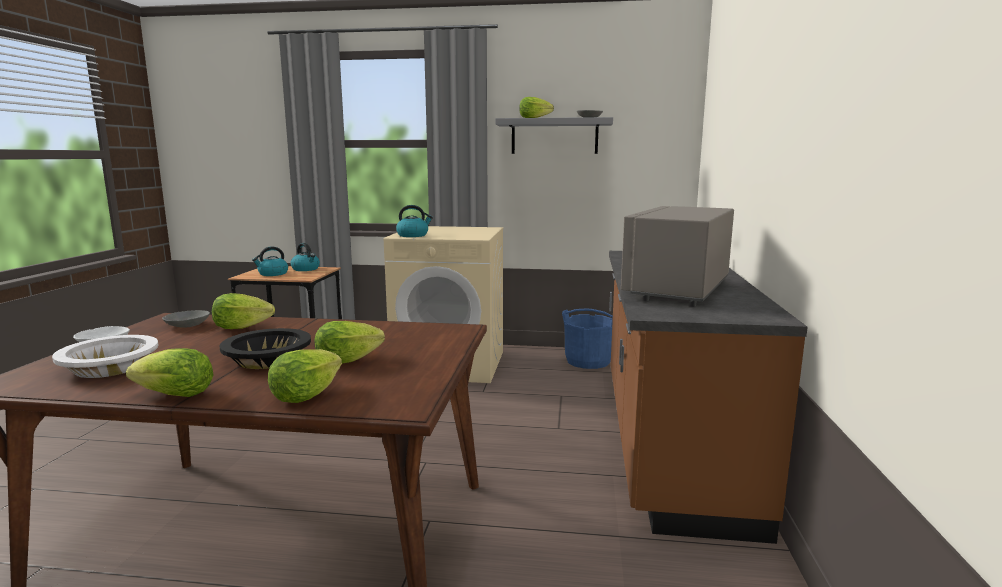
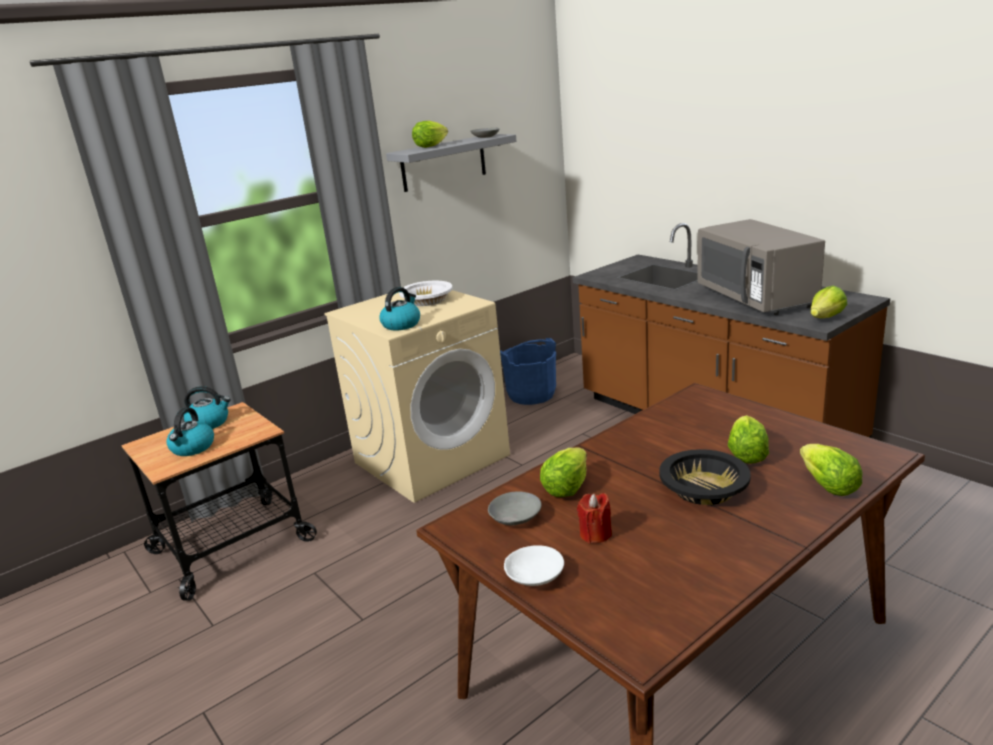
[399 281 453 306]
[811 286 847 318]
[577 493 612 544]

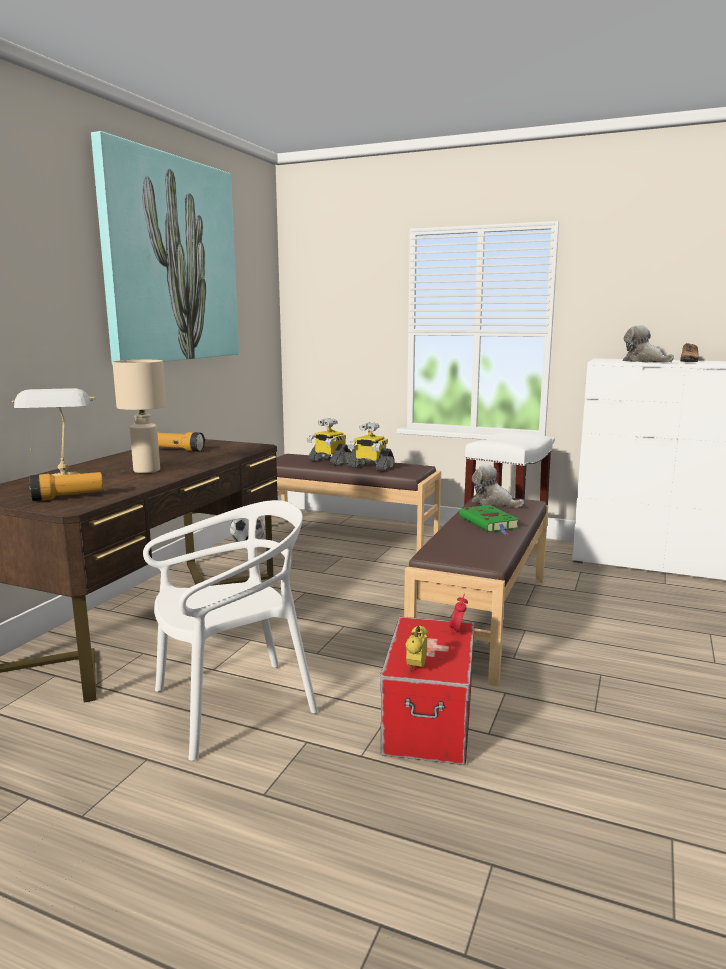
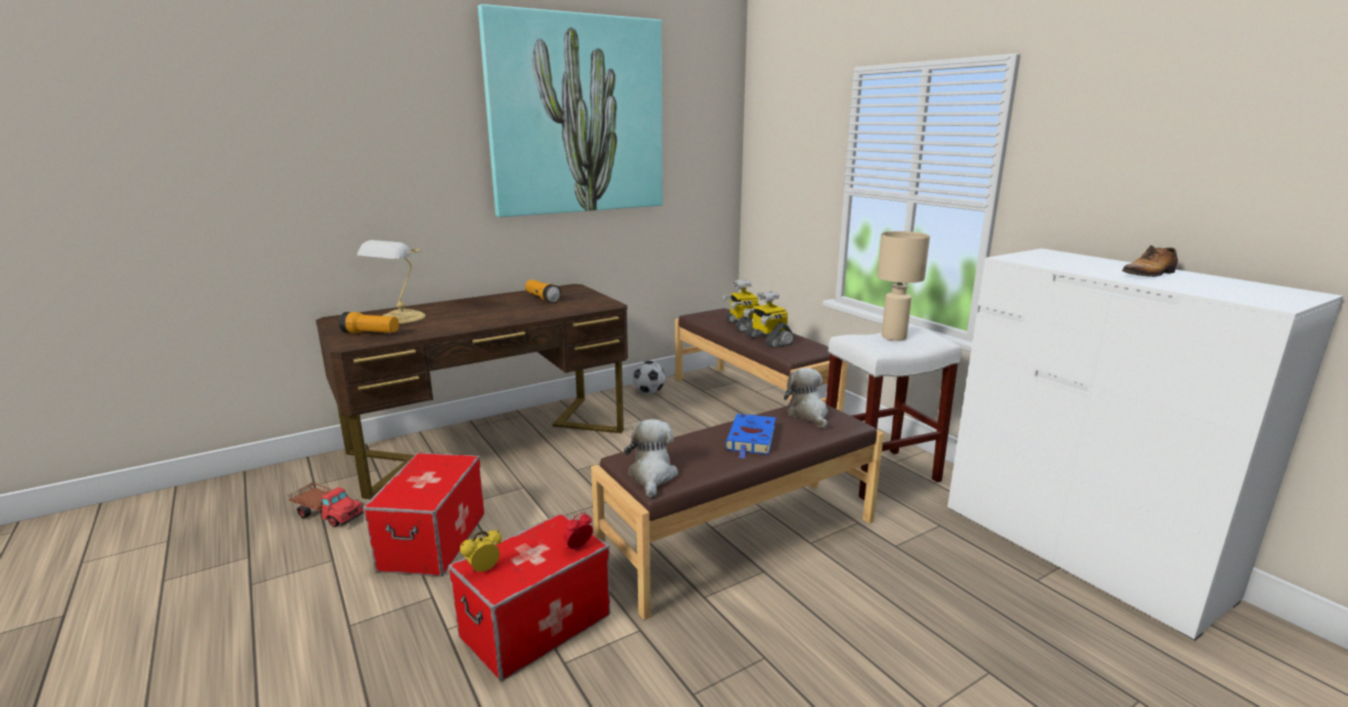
[624 419 678 498]
[877 231 930 341]
[363 453 484 576]
[725 414 776 459]
[288 482 364 527]

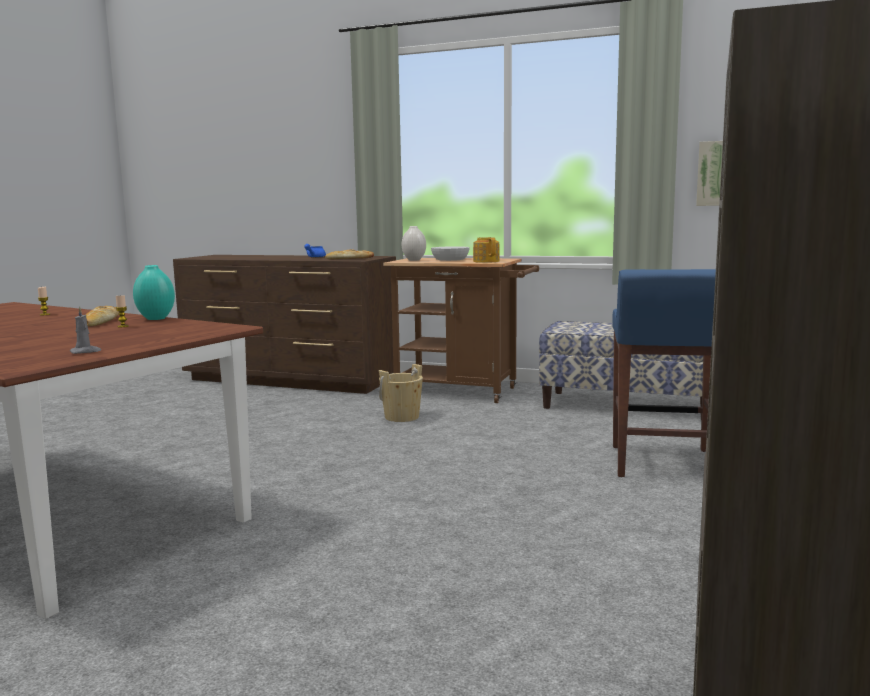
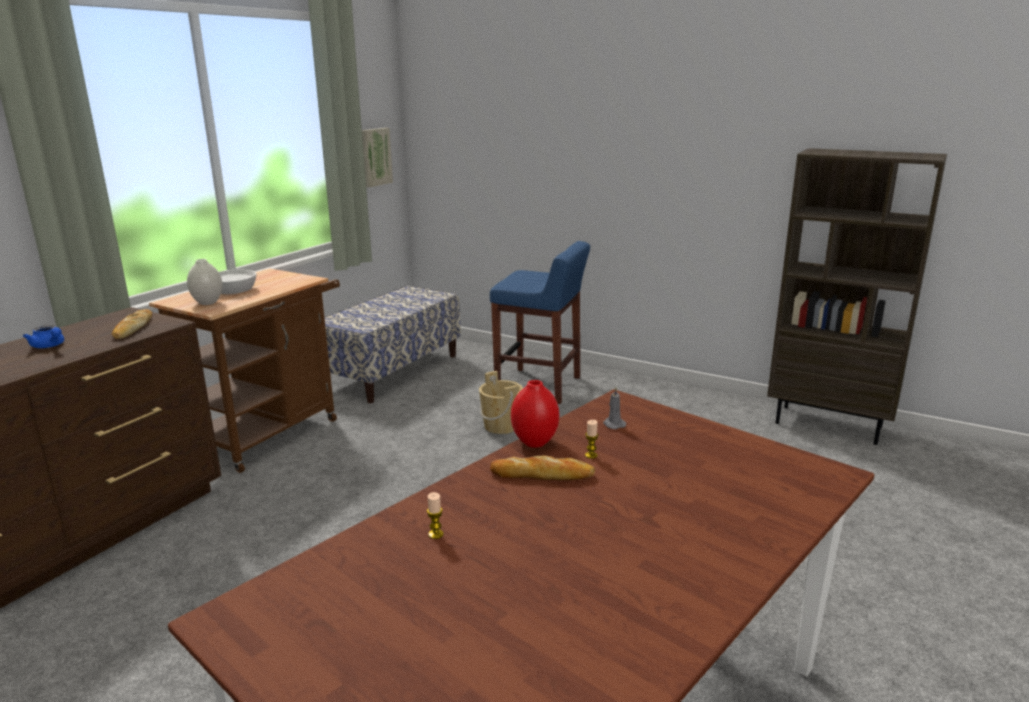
[473 237 499 263] (first image)
[511 380 559 448]
[603 387 626 429]
[479 371 523 434]

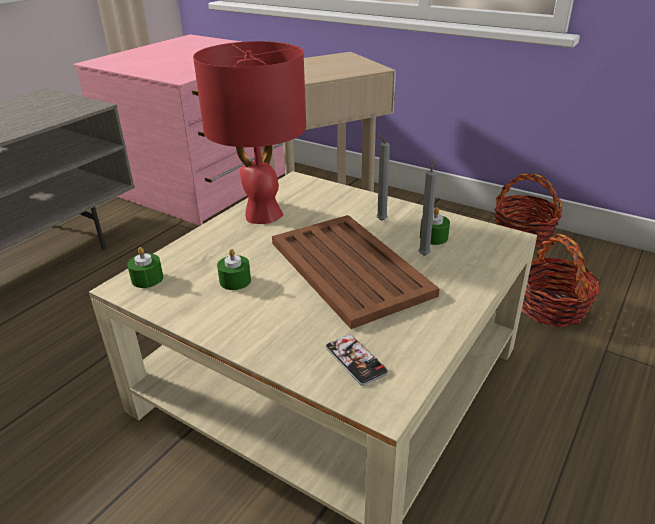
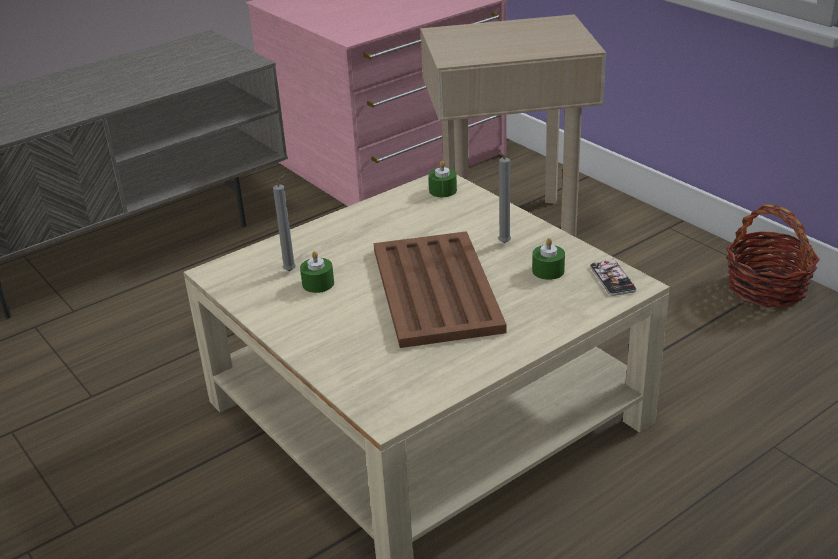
[193 41 306 224] (first image)
[273 173 296 271]
[521 233 600 327] (first image)
[428 160 457 197]
[590 259 637 296]

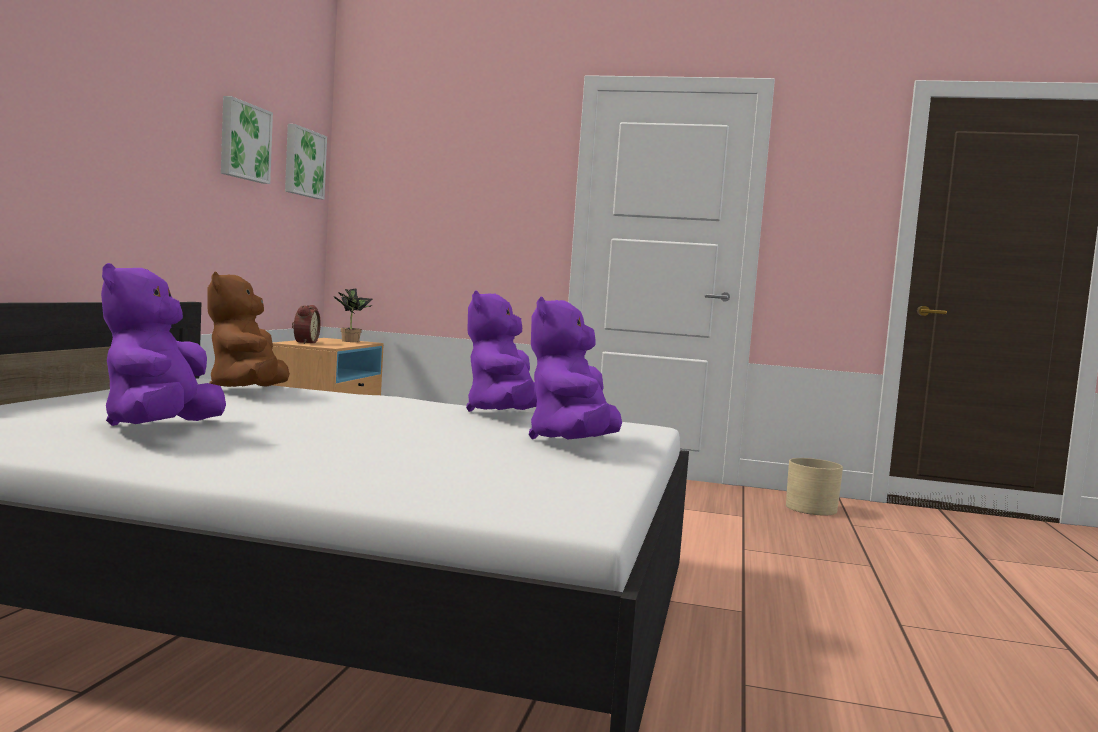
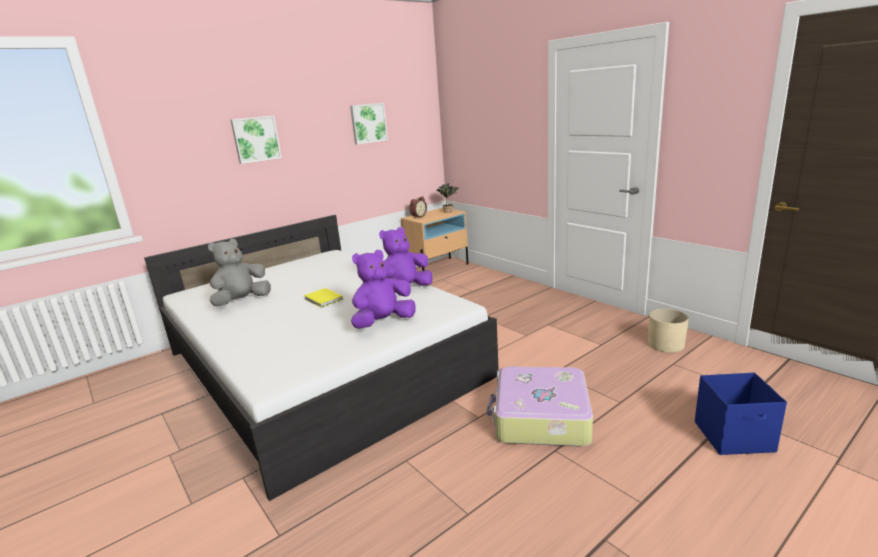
[230 116 282 164]
[208 239 271 306]
[207 272 290 387] (first image)
[304 288 343 307]
[487 366 593 446]
[695 373 787 455]

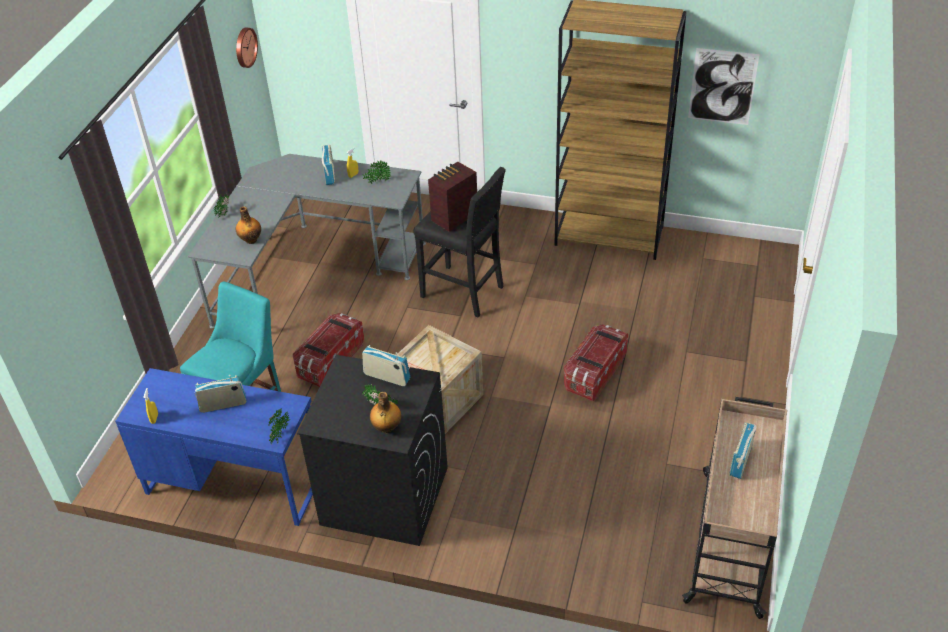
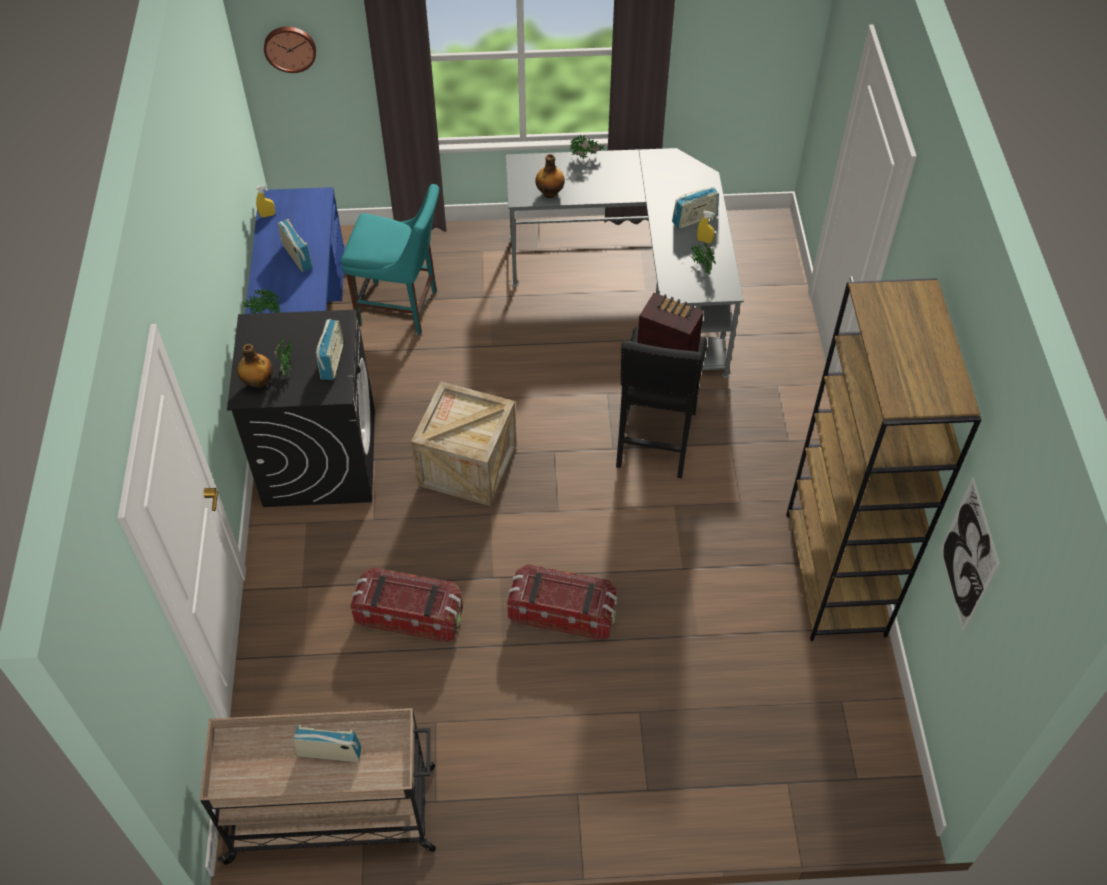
[264 27 316 73]
[350 567 463 643]

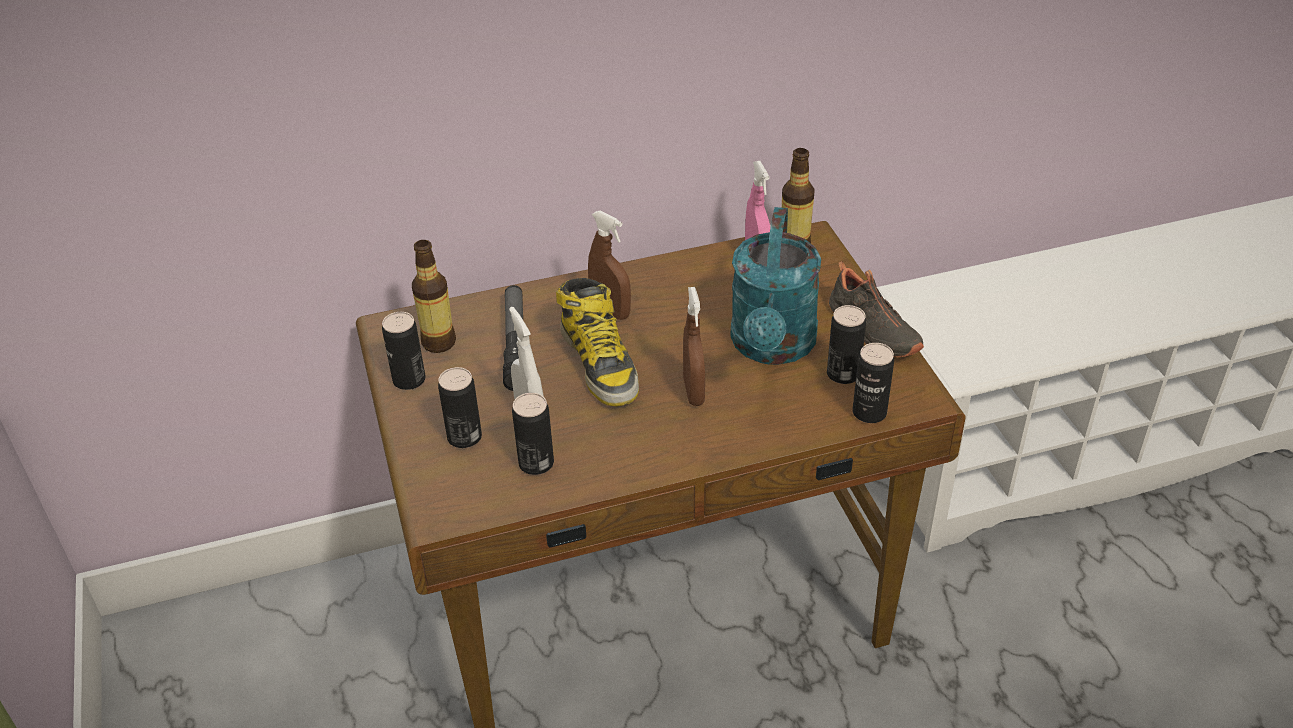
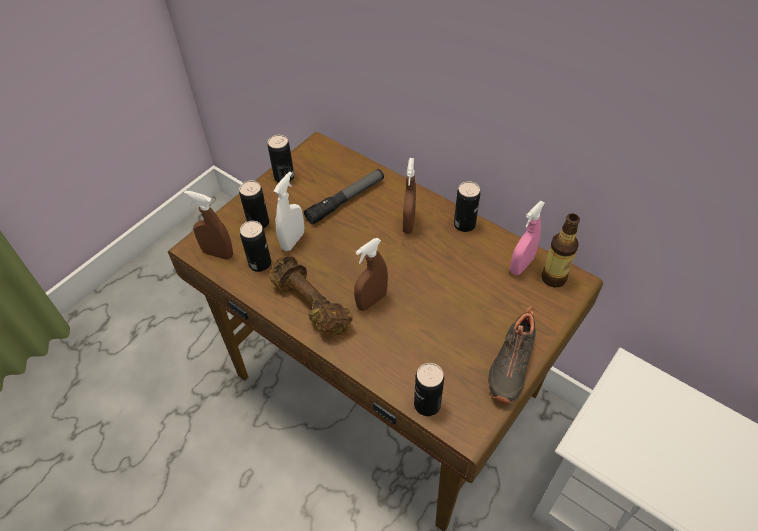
[730 207 821 365] (first image)
[412 240 456 353] (first image)
[556 278 639 406] (first image)
[454 181 480 232]
[184 190 233 260]
[269 255 353 335]

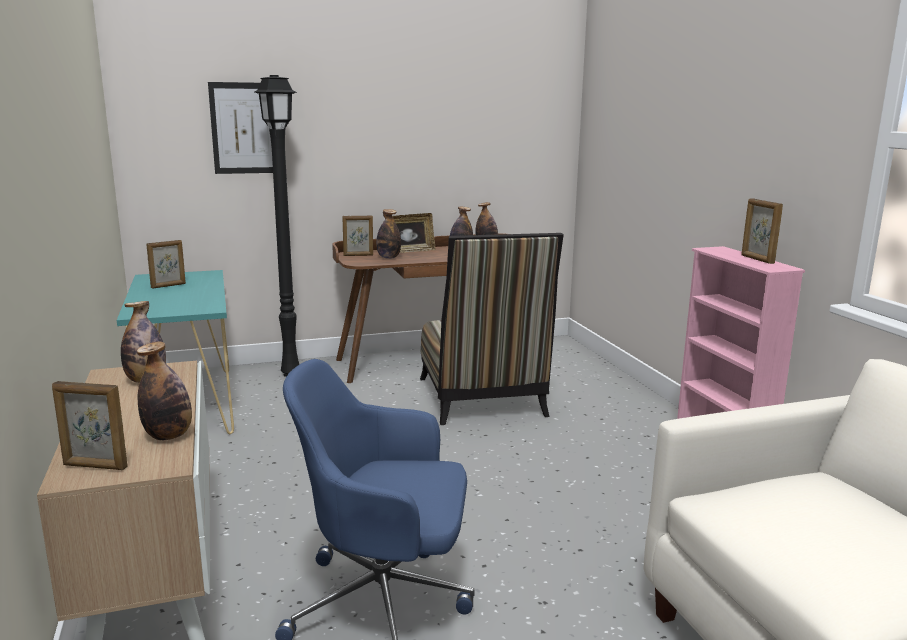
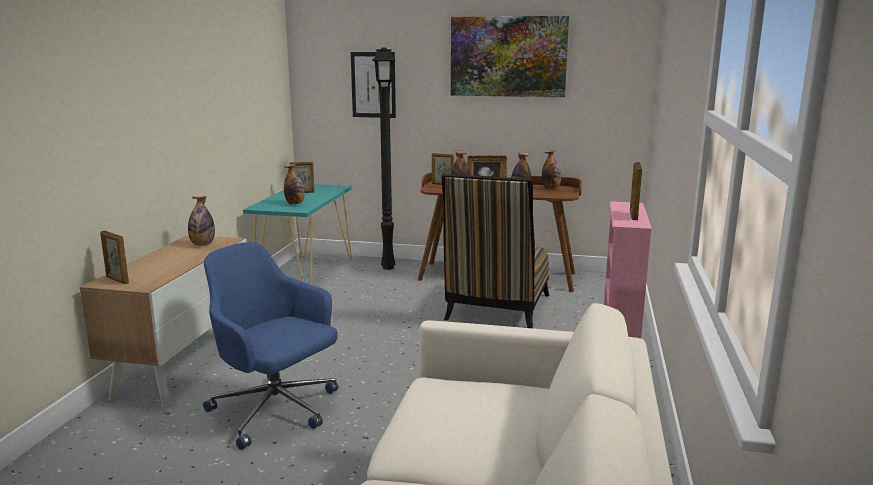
[284 164 305 204]
[451 16 569 97]

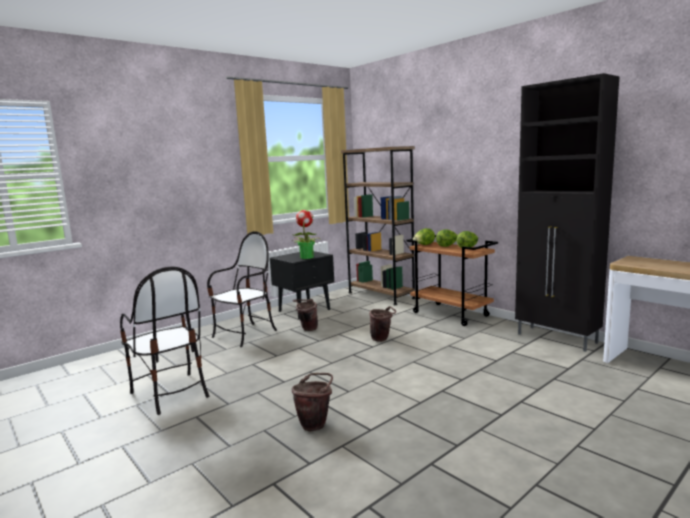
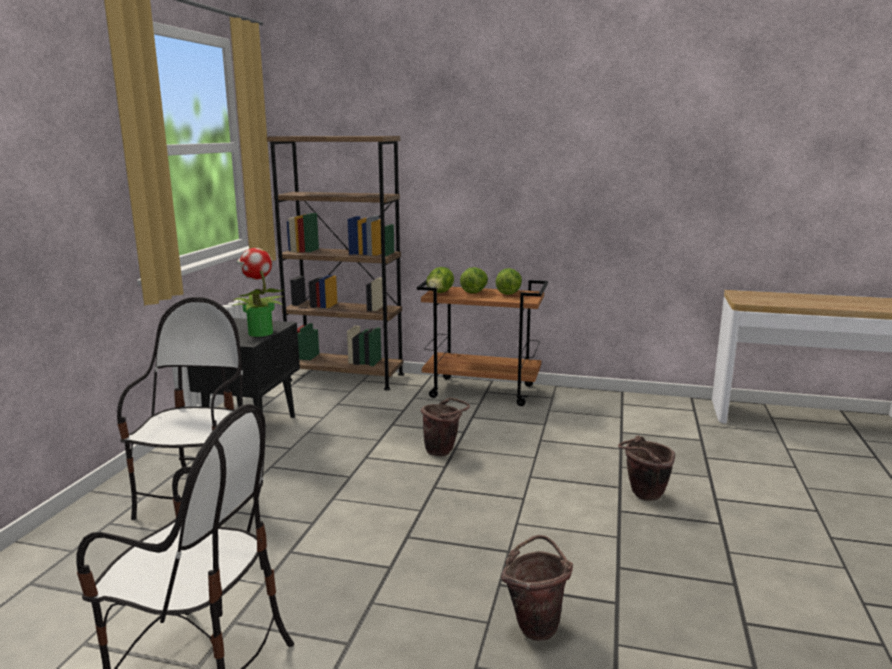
[515 73 620 352] (first image)
[618 436 675 501]

